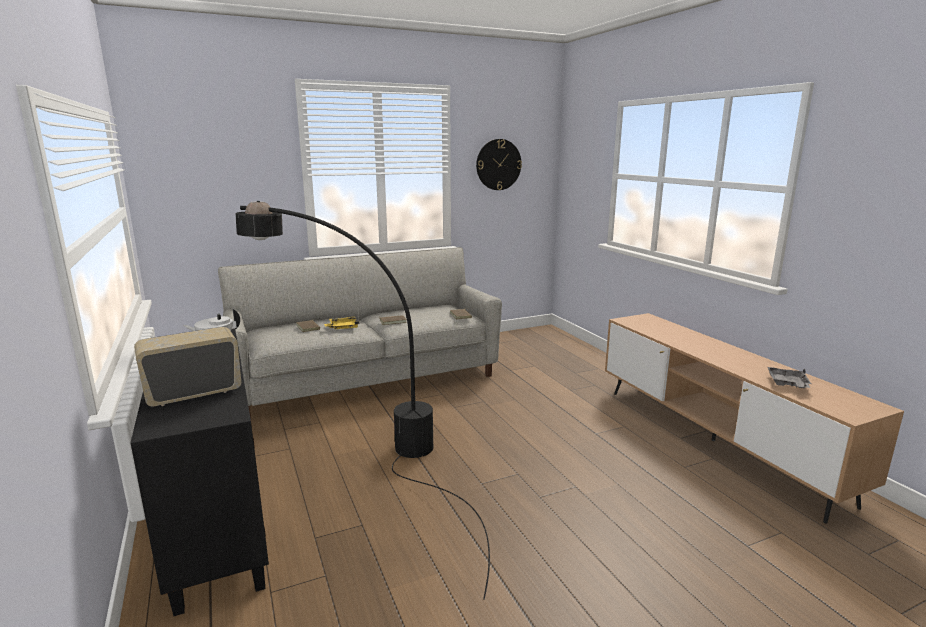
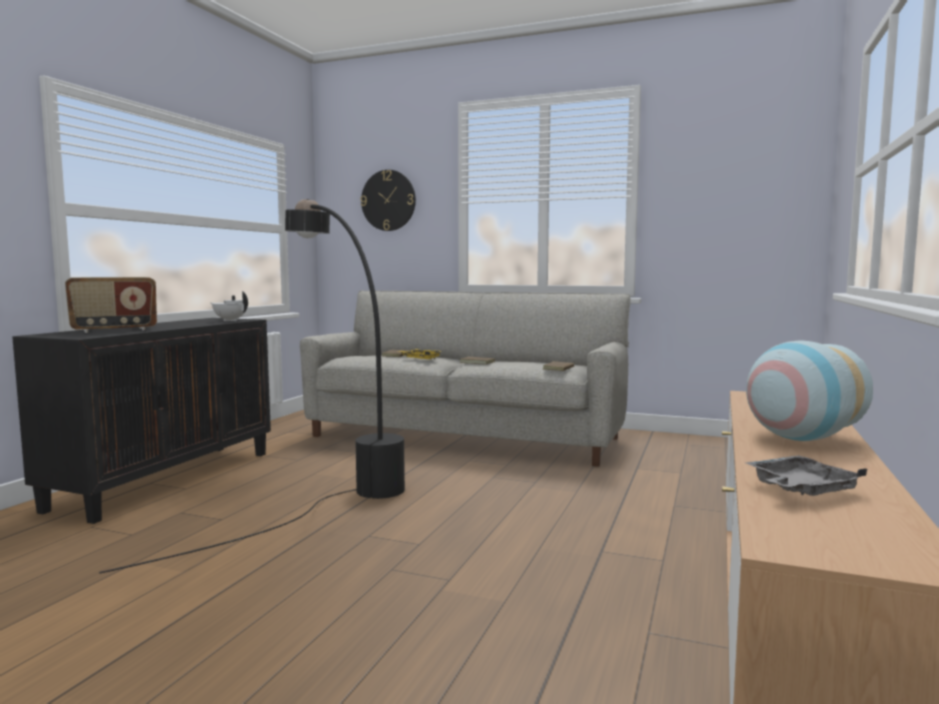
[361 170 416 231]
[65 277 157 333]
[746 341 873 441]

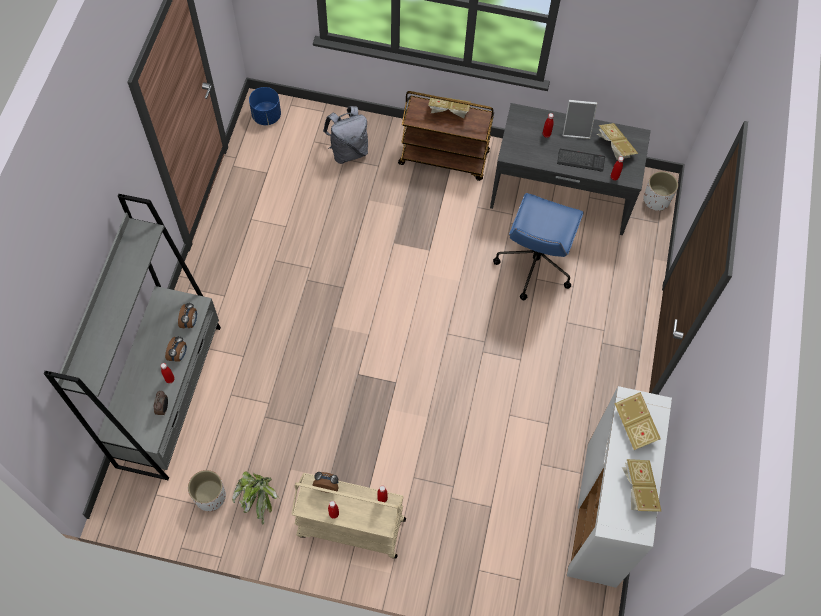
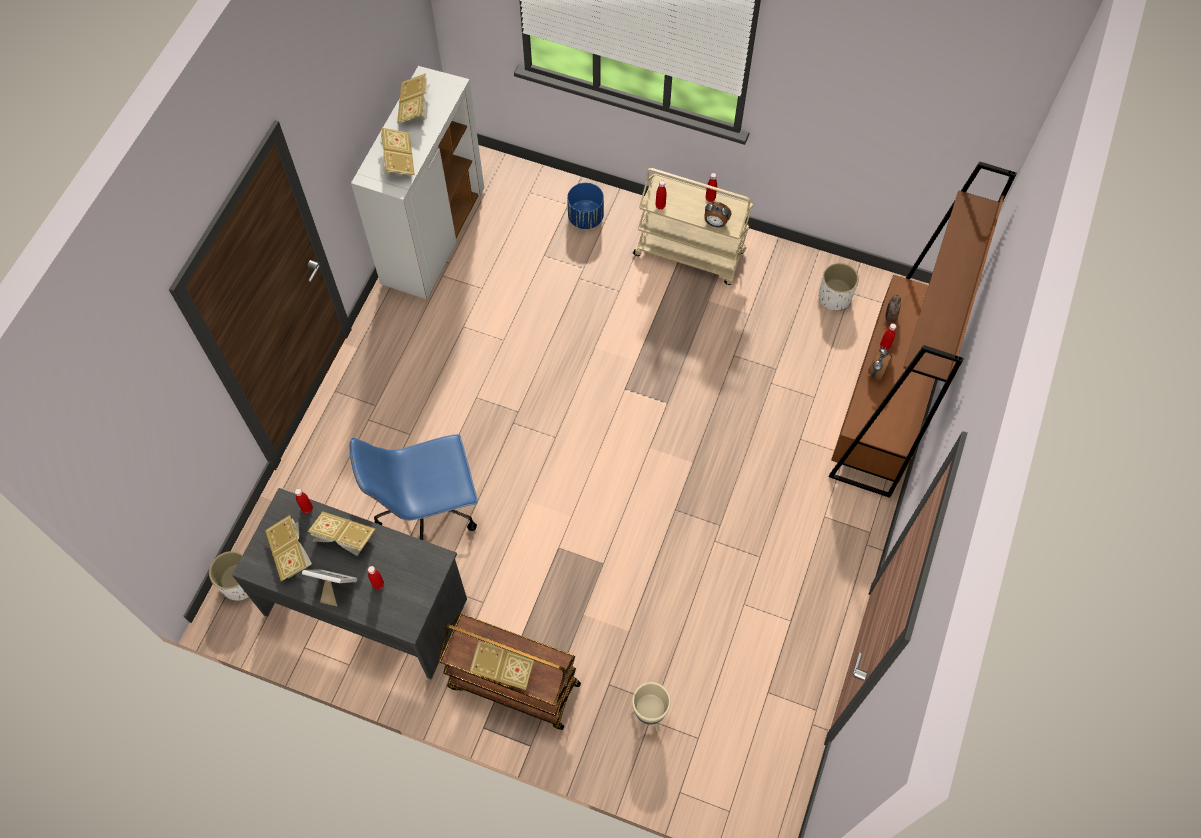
[567 183 604 229]
[631 682 671 732]
[308 511 375 556]
[350 434 478 540]
[829 161 1017 498]
[178 302 197 328] (first image)
[232 471 280 524] (first image)

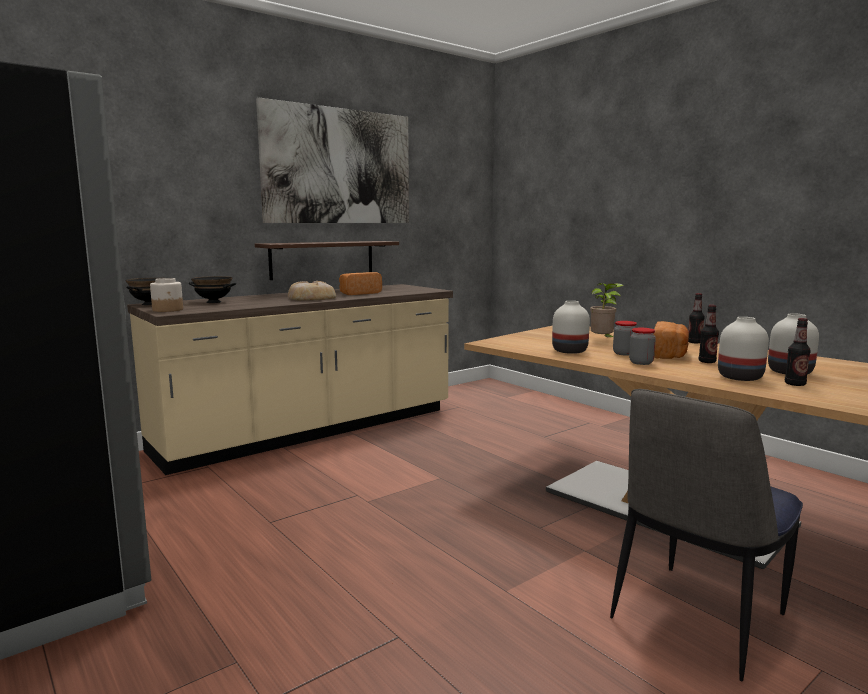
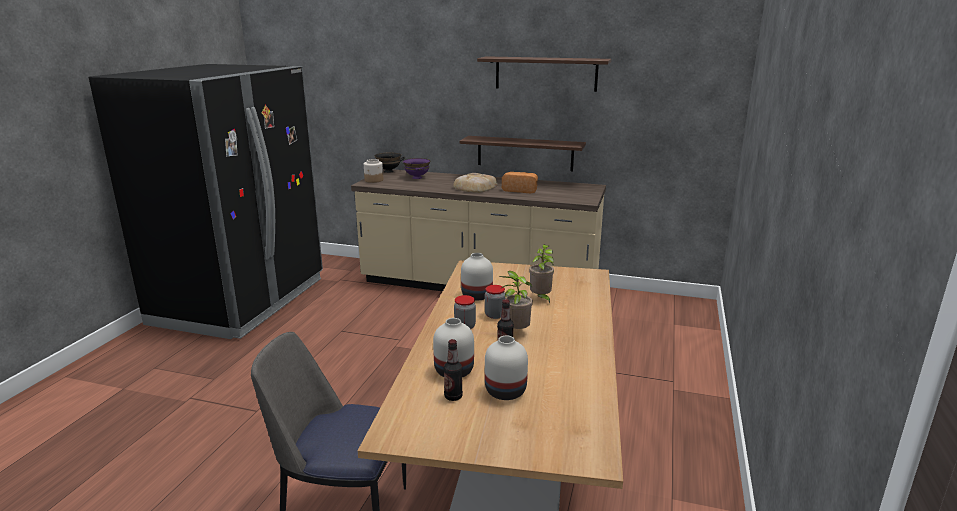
[477 56 611 92]
[403 158 430 179]
[688 293 705 343] (first image)
[499 271 533 329]

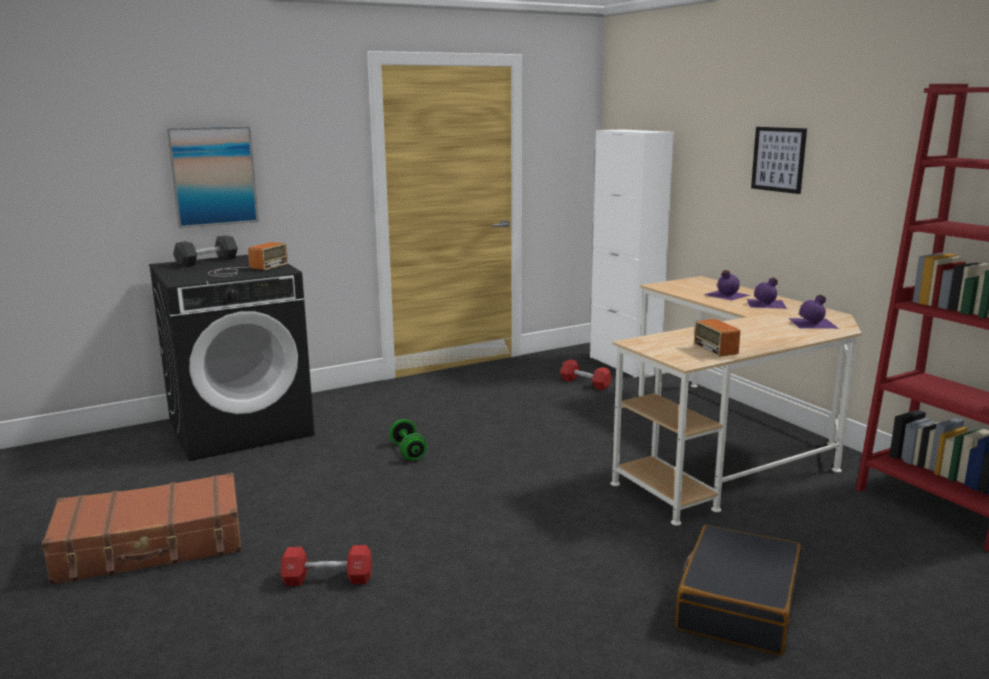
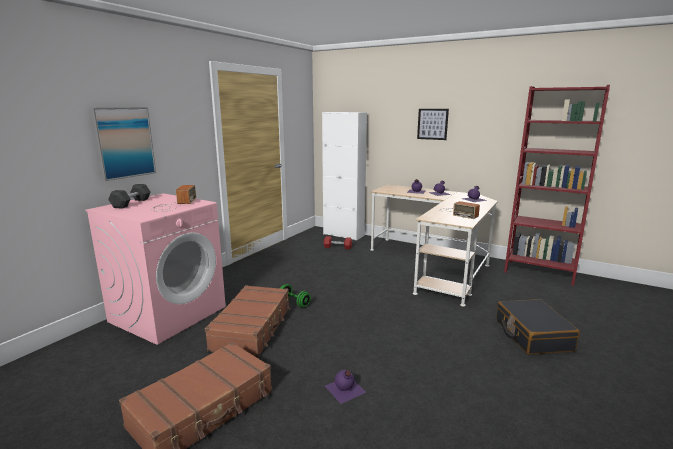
[85 193 226 345]
[325 370 366 404]
[205 285 290 357]

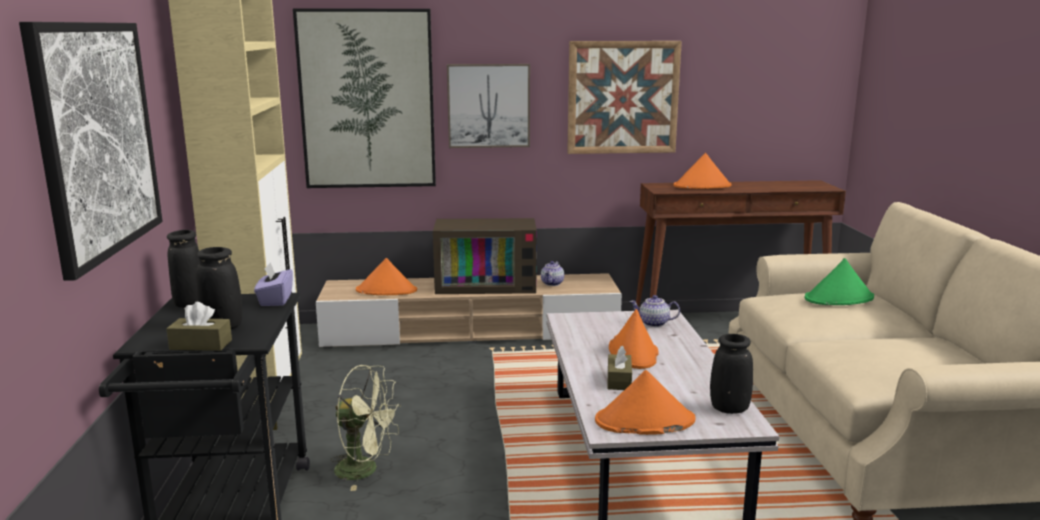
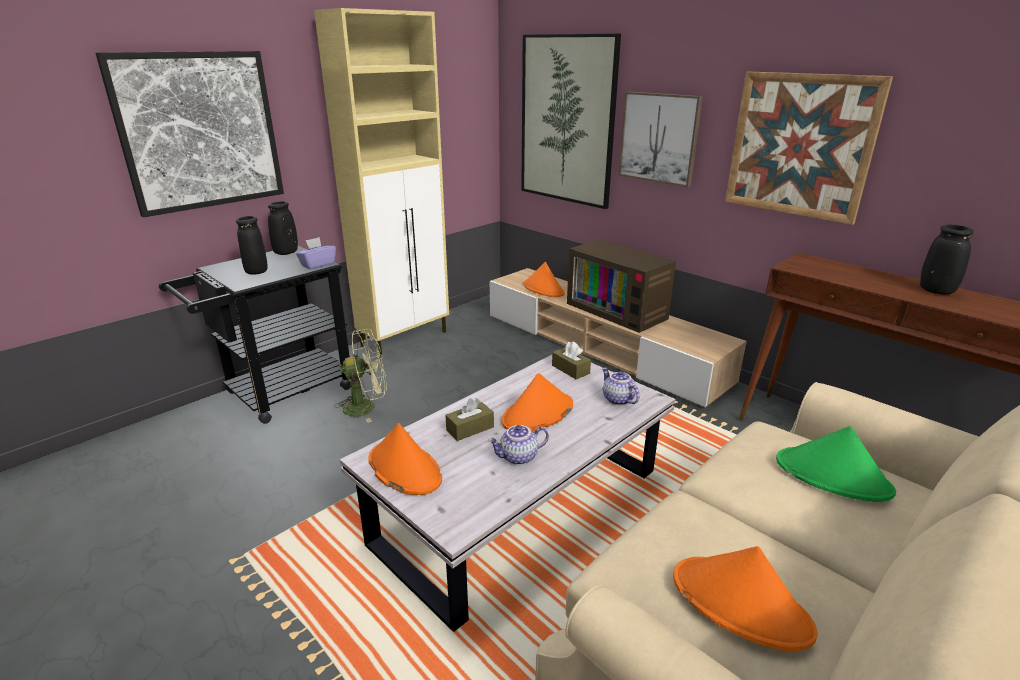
[673 546 818 651]
[488 425 549 465]
[552 342 591 380]
[920 225 974 295]
[334 329 387 423]

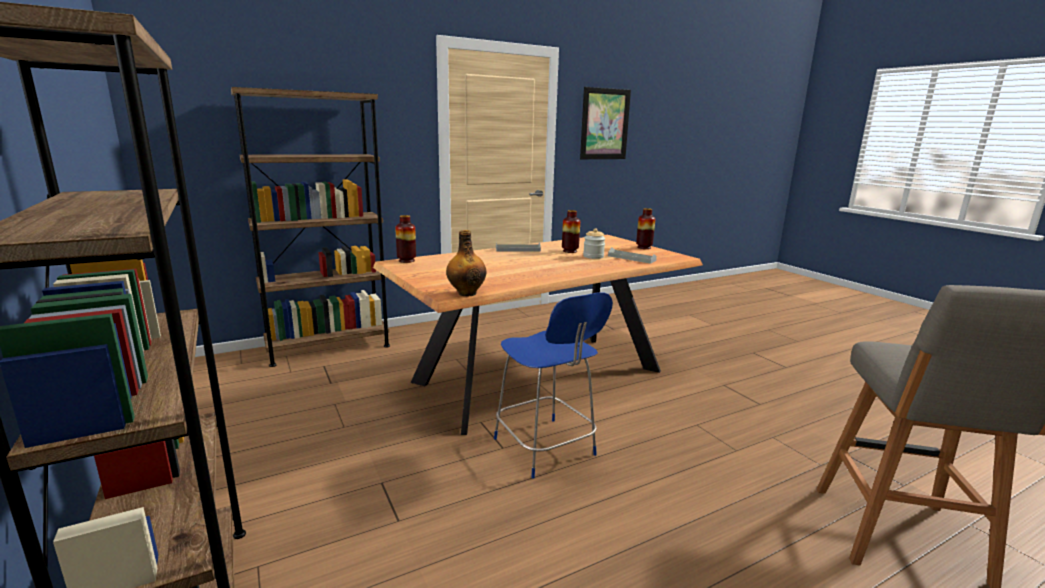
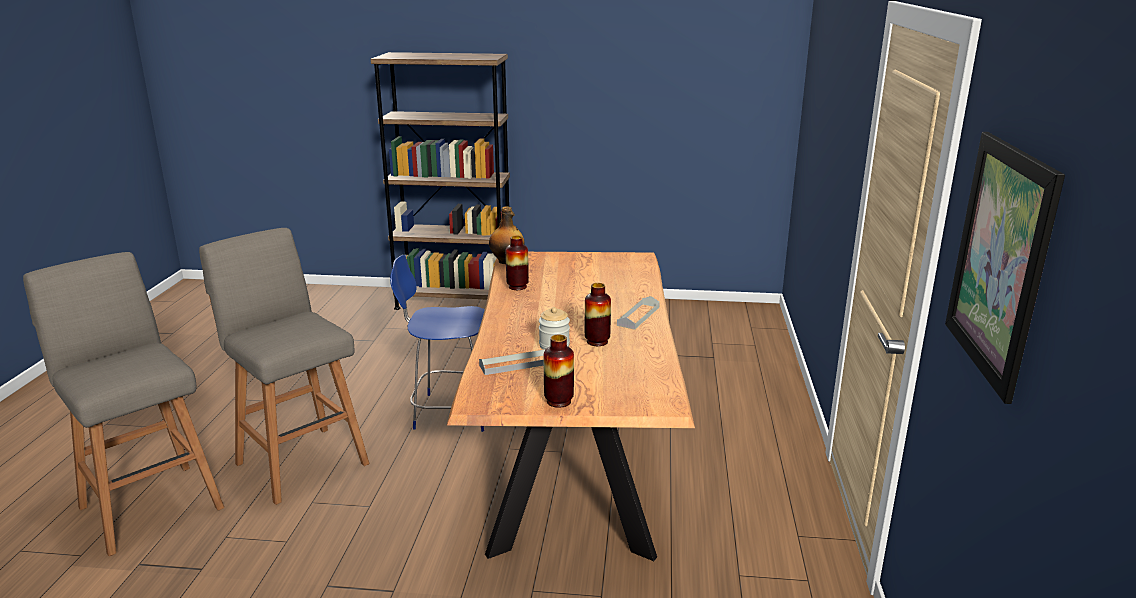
[231 87 390 367] (first image)
[506 235 529 290]
[199 228 370 505]

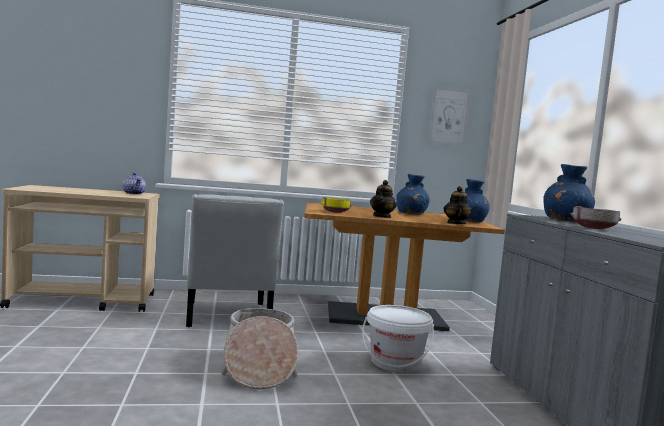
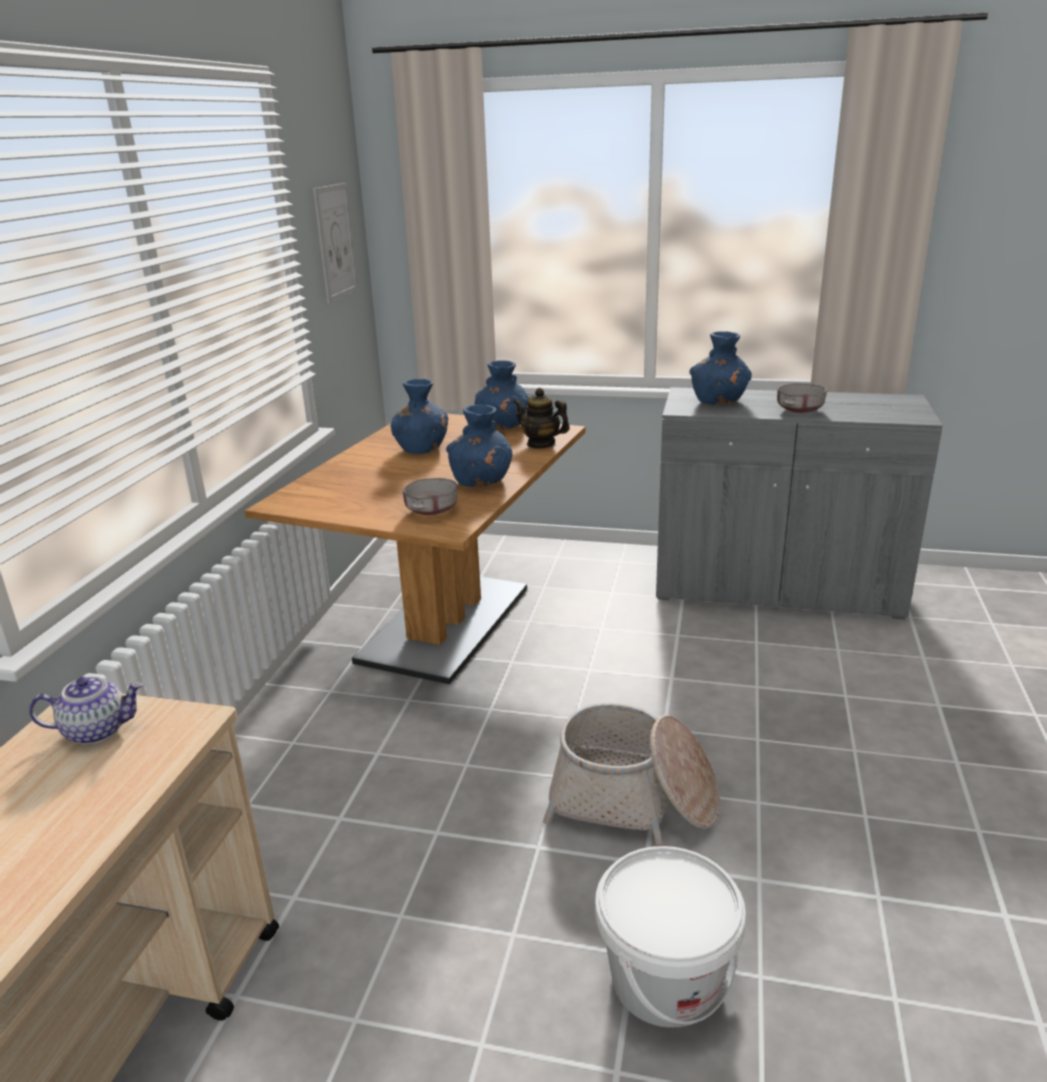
[446 405 512 487]
[186 194 284 327] (first image)
[403 478 458 515]
[595 846 746 1028]

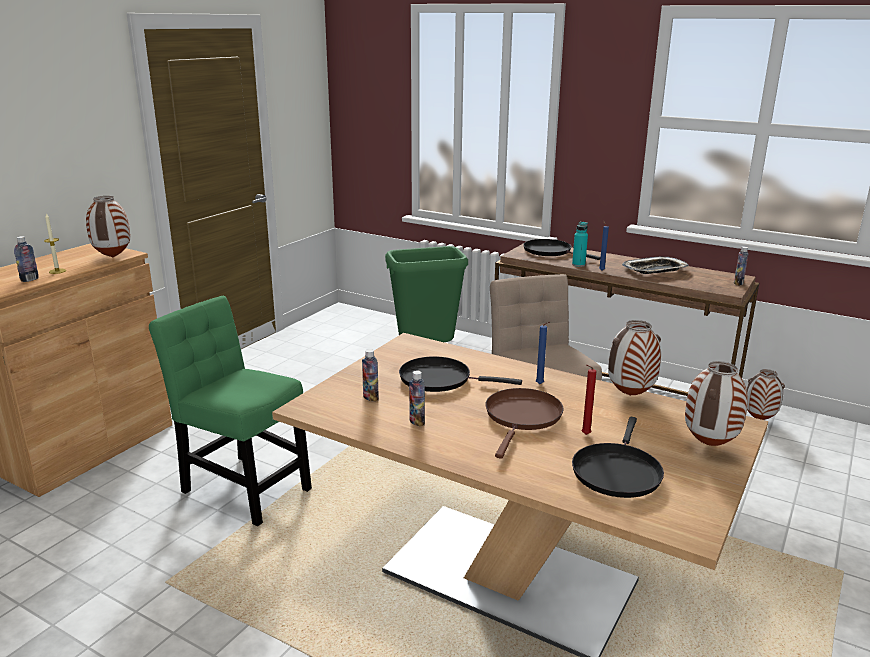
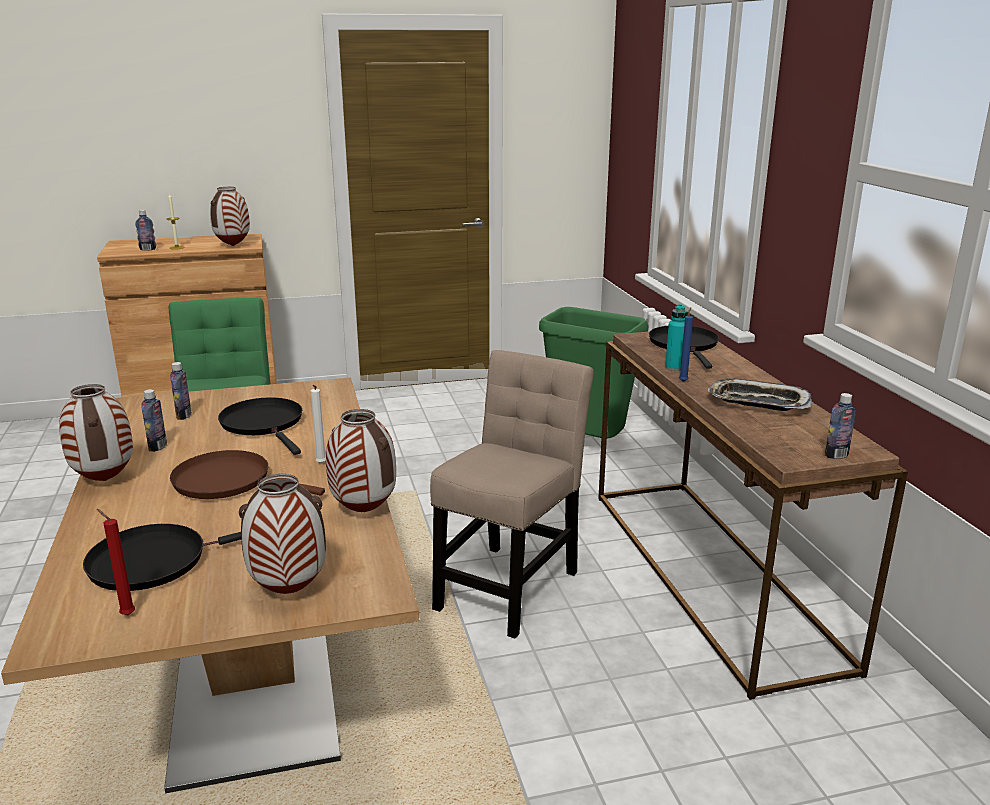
[311 385 326 464]
[97 509 135 615]
[59 384 133 481]
[170 450 325 499]

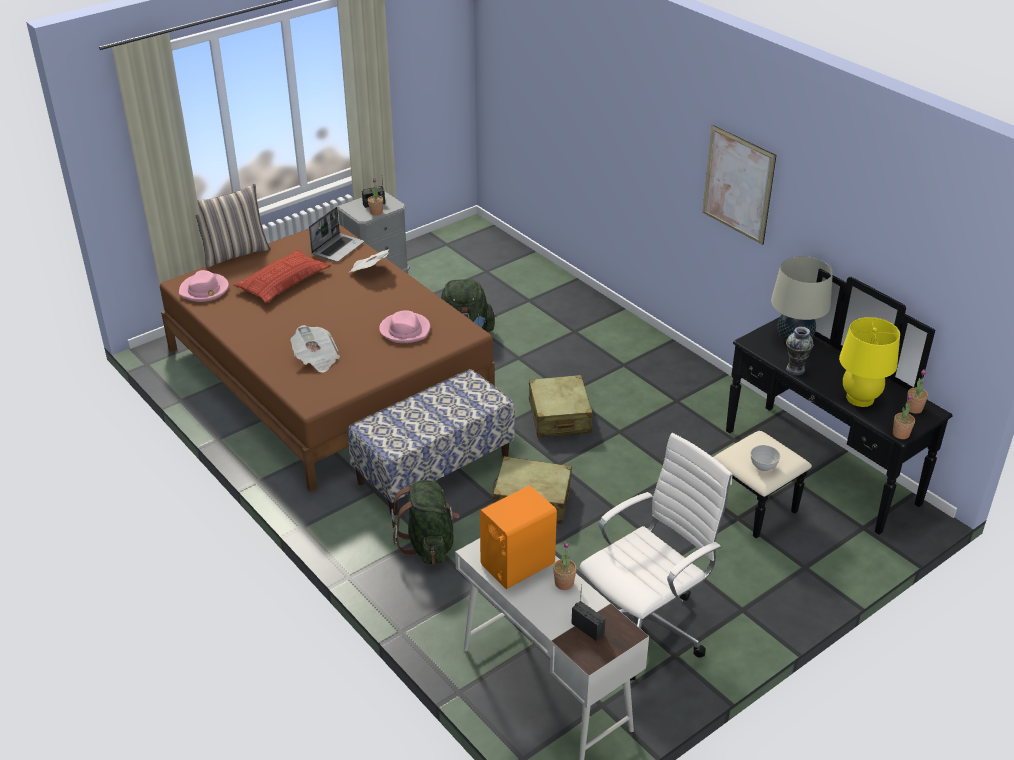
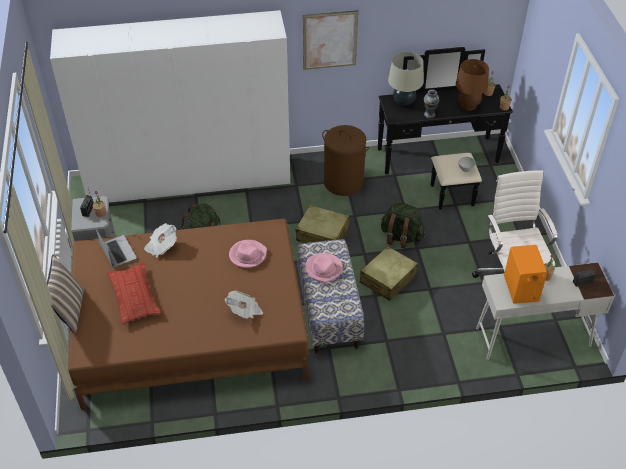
[305 253 343 283]
[456 59 489 111]
[381 202 425 248]
[50 10 290 203]
[322 125 369 196]

